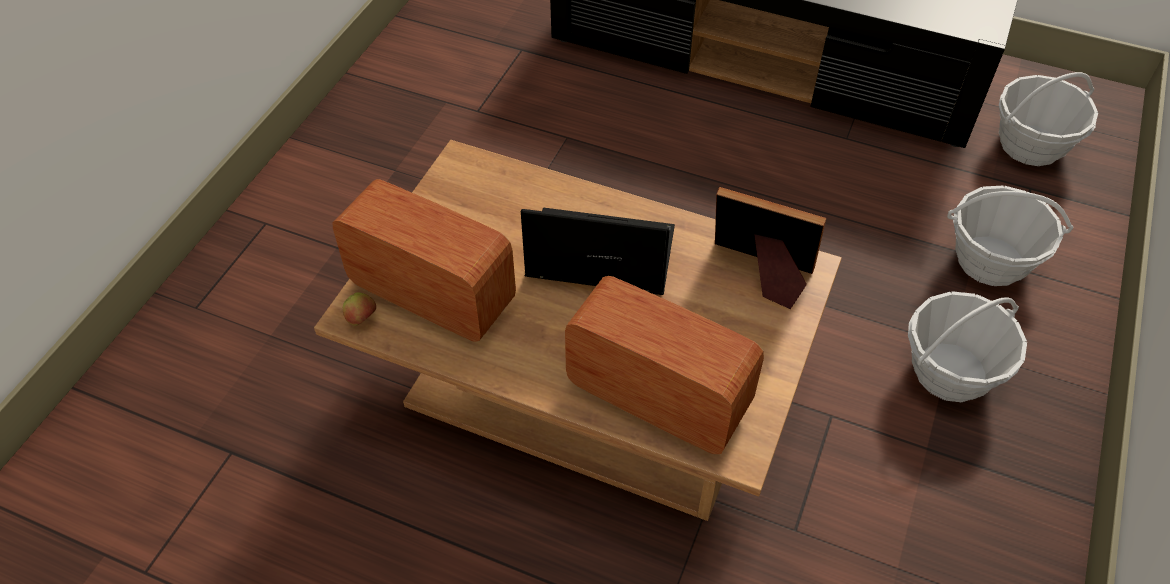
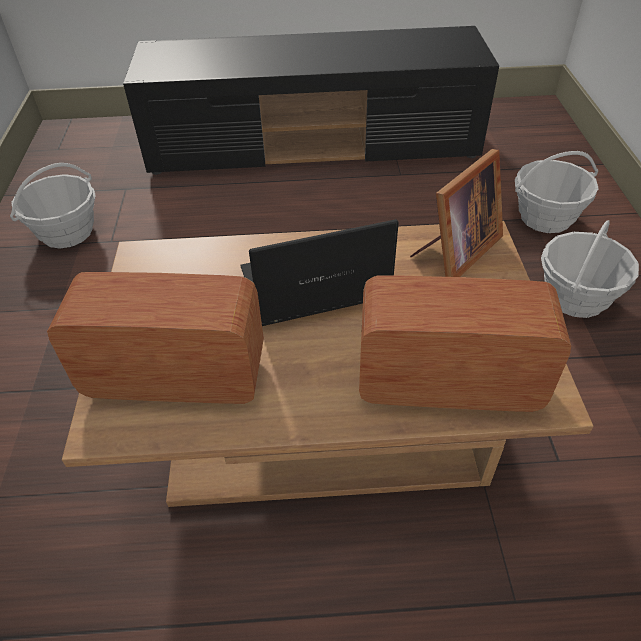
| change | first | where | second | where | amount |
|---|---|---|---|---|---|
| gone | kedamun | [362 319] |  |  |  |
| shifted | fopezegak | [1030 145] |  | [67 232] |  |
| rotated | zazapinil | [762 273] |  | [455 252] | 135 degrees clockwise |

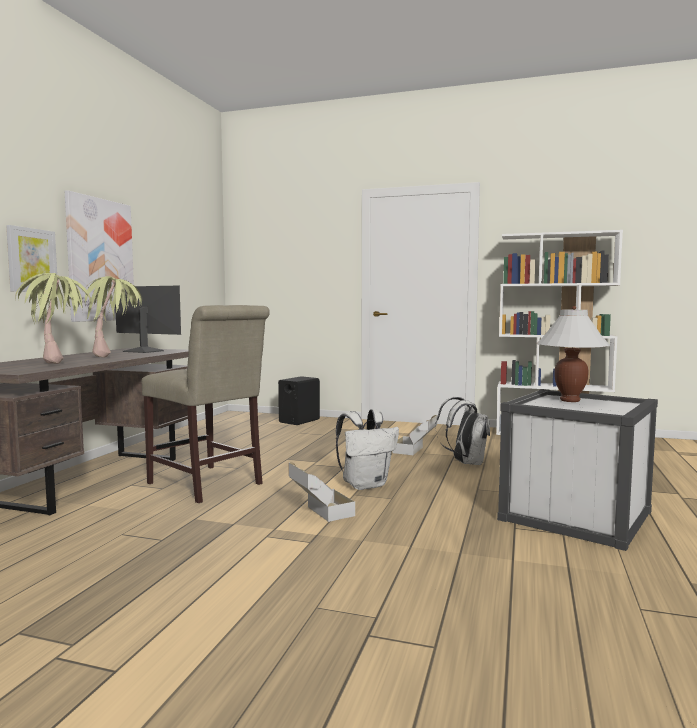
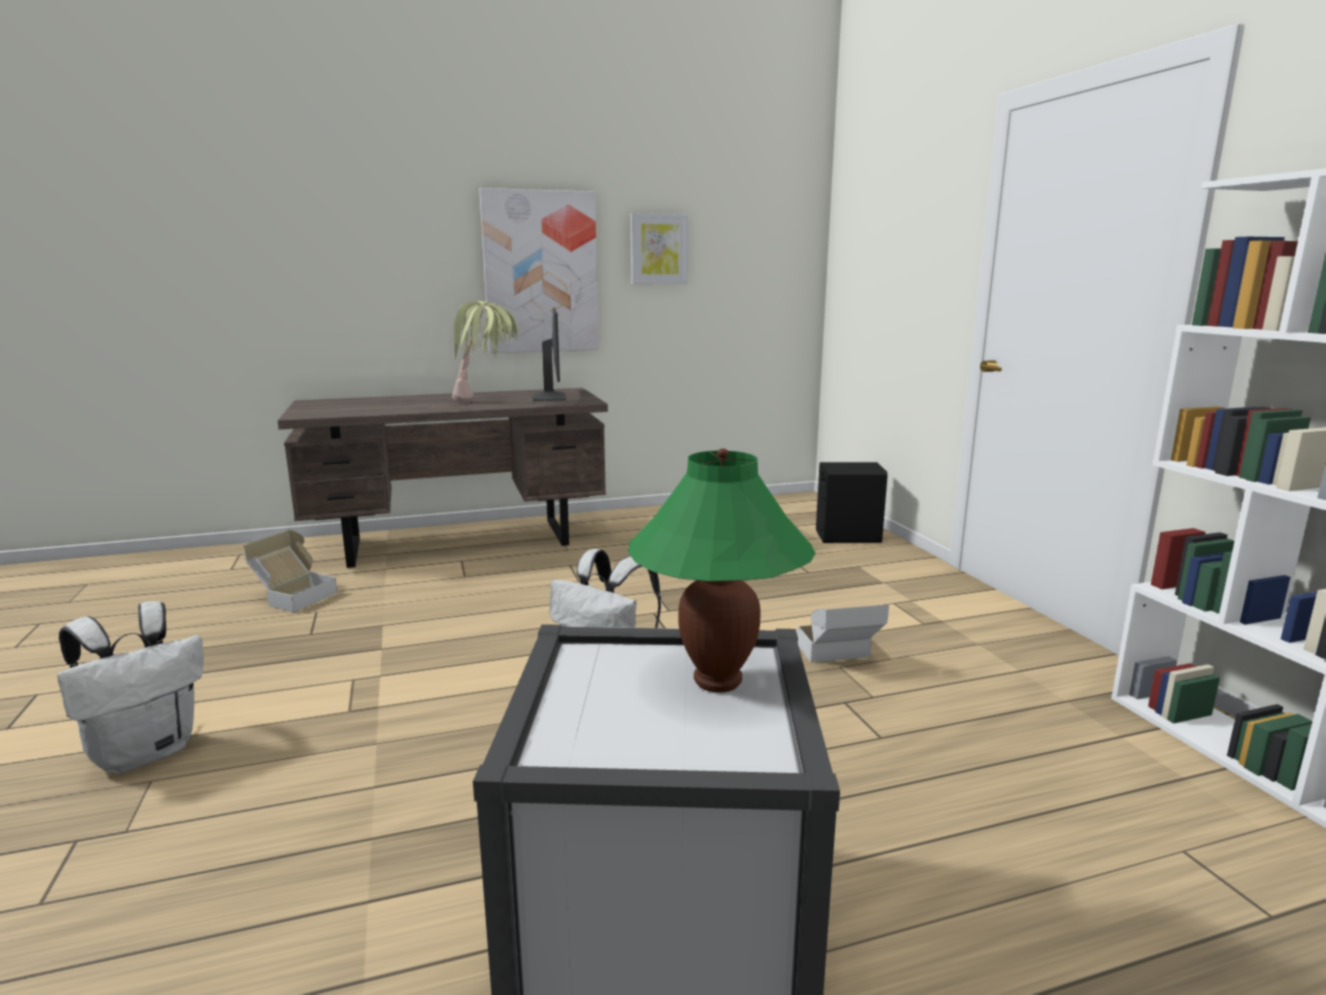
| change | first | where | second | where | amount |
|---|---|---|---|---|---|
| gone | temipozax | [59 361] |  |  |  |
| gone | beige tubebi | [208 485] |  |  |  |
| shifted | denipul | [31 260] |  | [658 249] |  |
| shifted | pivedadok | [320 514] |  | [293 597] |  |
| shifted | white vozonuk | [465 462] |  | [147 752] |  |
| repainted | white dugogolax | [570 400] | green dugogolax | [717 681] |  |

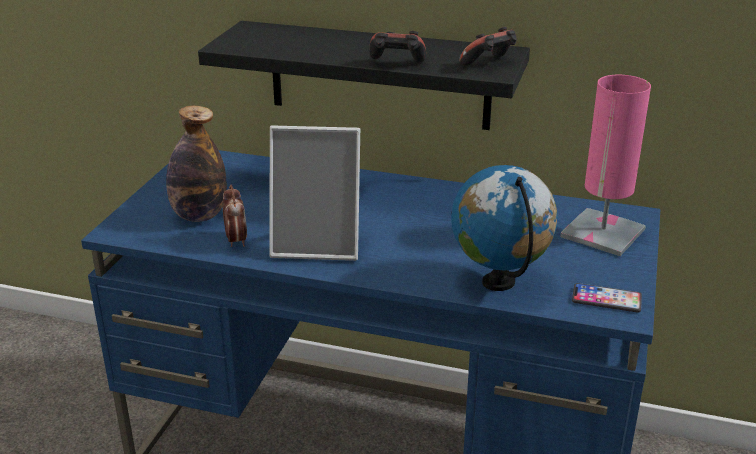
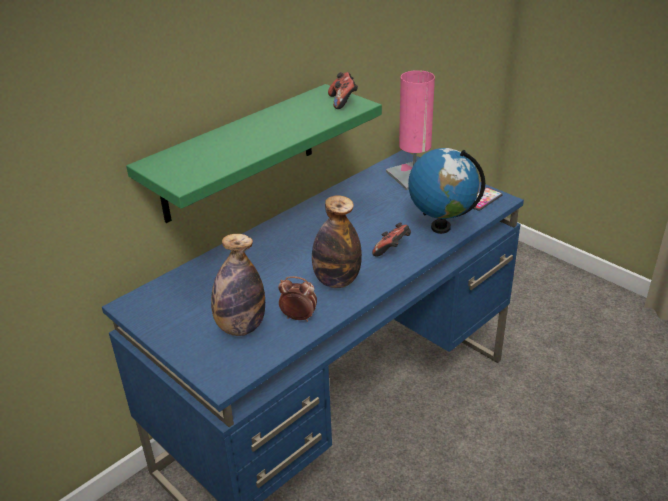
| change | first | where | second | where | amount |
|---|---|---|---|---|---|
| shifted | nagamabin | [396 64] |  | [392 250] |  |
| swapped | zazapinil | [318 244] | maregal | [337 281] |  |
| repainted | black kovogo | [379 75] | green kovogo | [239 153] |  |

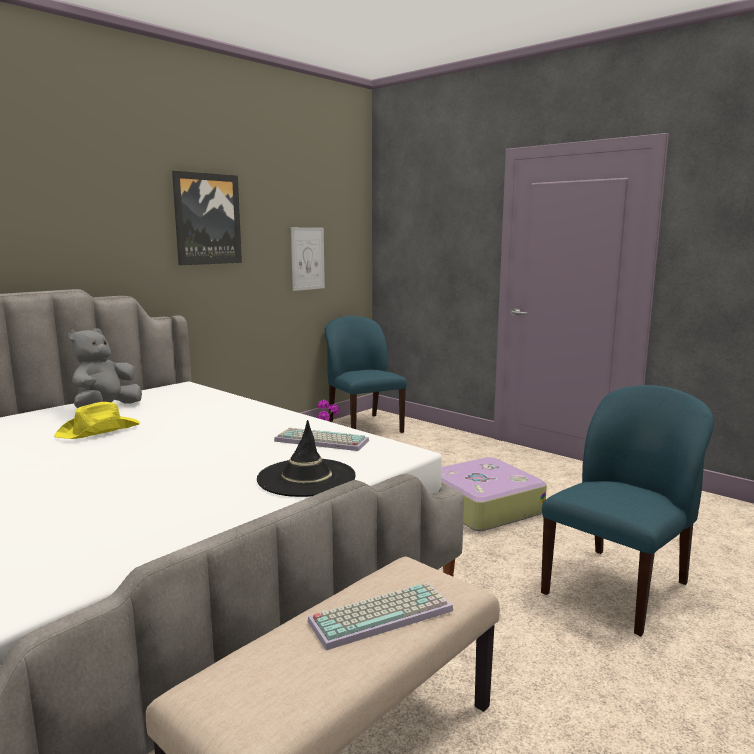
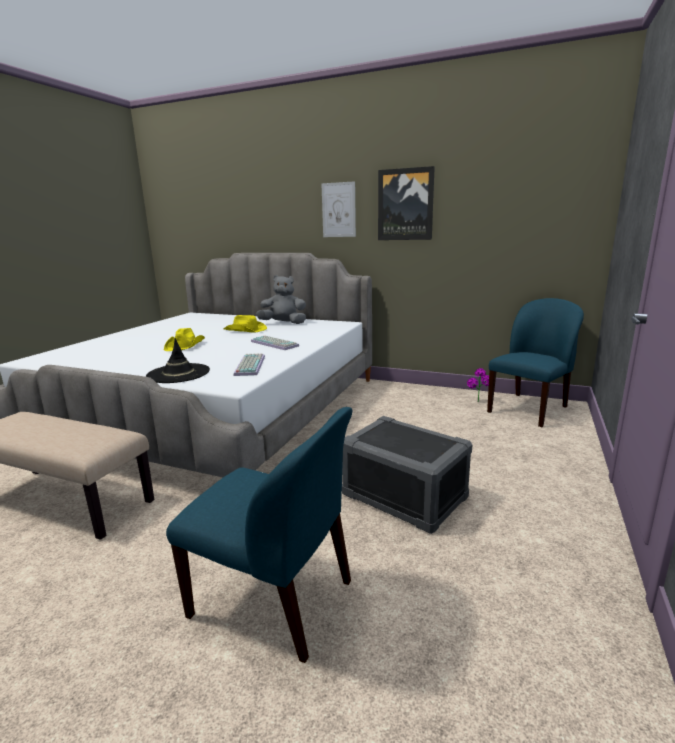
| change | first | where | second | where | amount |
|---|---|---|---|---|---|
| new |  |  | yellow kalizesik | [185 345] |  |
| shifted | denipul | [307 258] |  | [338 210] |  |
| shifted | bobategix | [381 614] |  | [275 344] |  |
| swapped | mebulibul | [482 507] | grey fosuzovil | [403 496] |  |

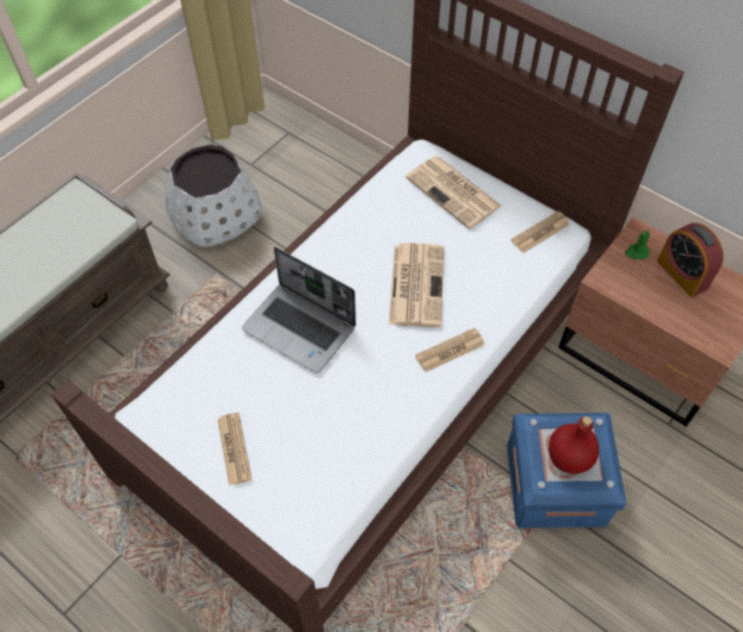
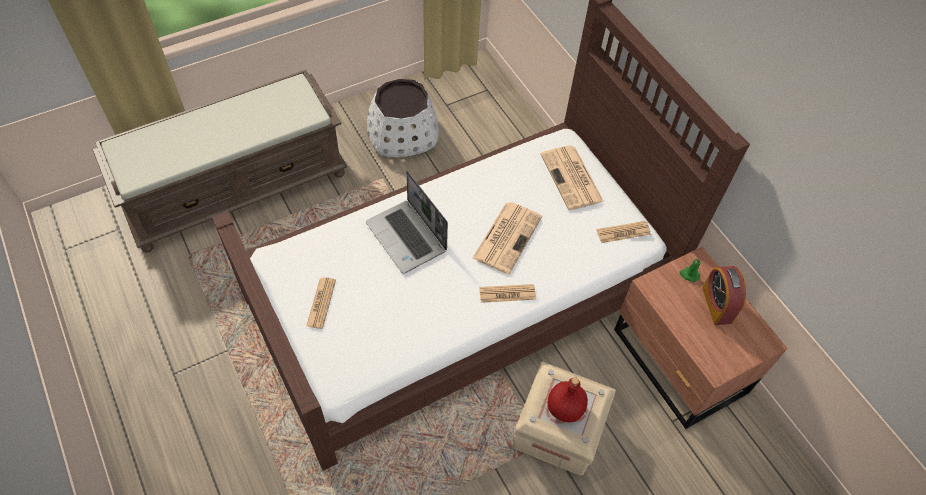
| change | first | where | second | where | amount |
|---|---|---|---|---|---|
| repainted | blue fosuzovil | [555 484] | beige fosuzovil | [558 429] |  |

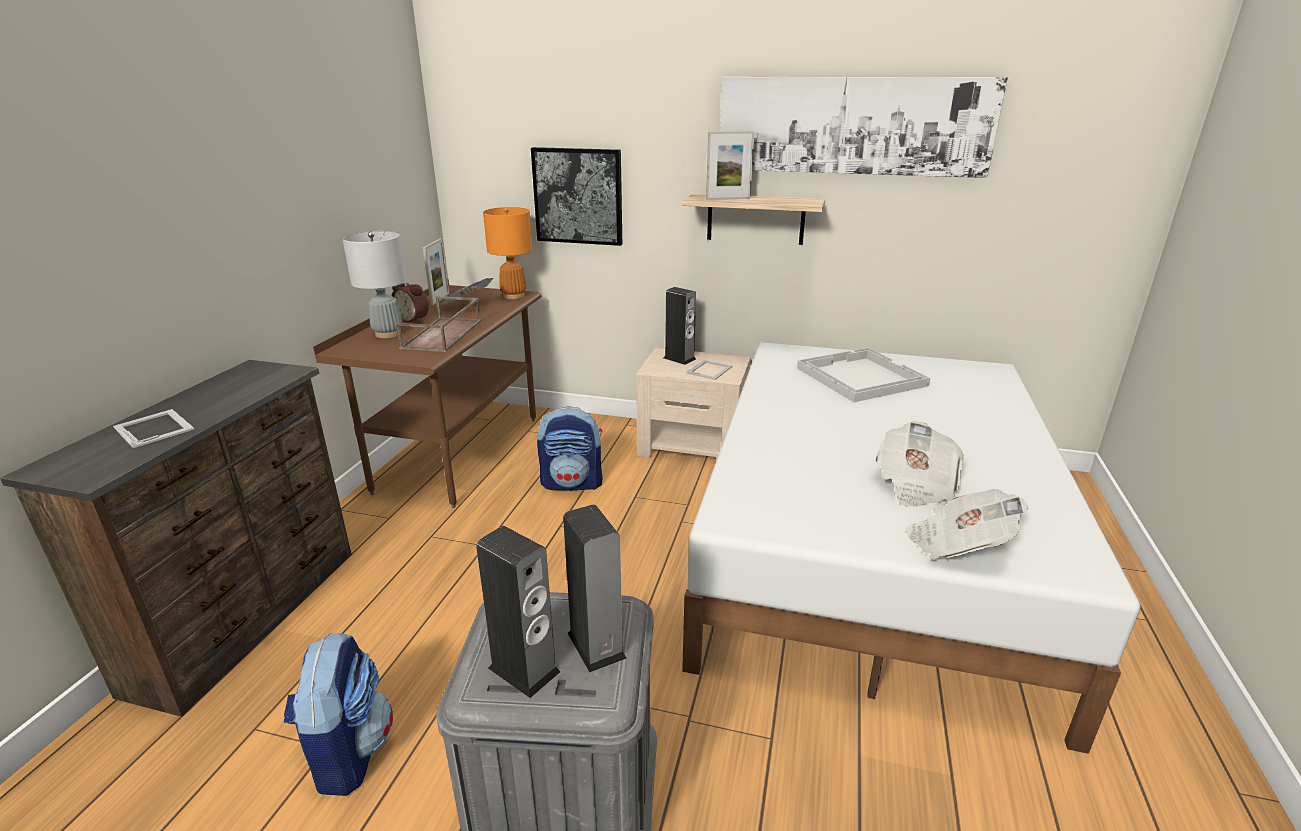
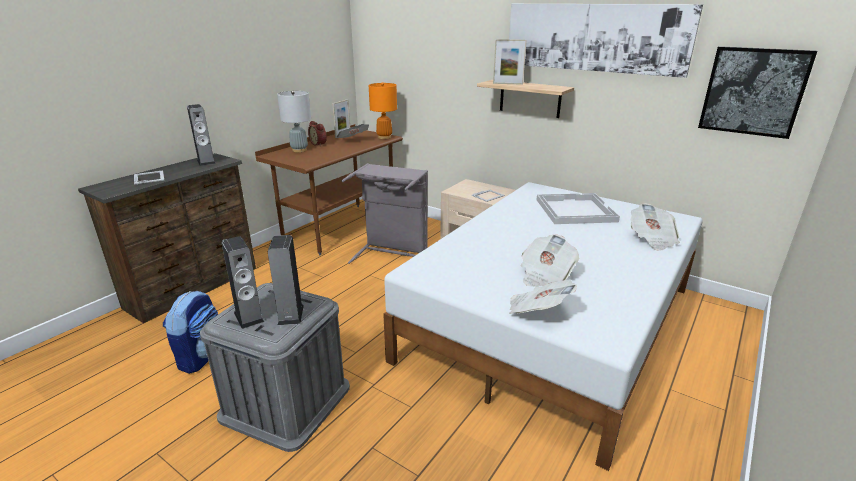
| change | first | where | second | where | amount |
|---|---|---|---|---|---|
| gone | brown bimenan | [443 335] |  |  |  |
| new |  |  | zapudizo | [652 239] |  |
| shifted | denipul | [578 196] |  | [753 91] |  |
| shifted | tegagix | [679 358] |  | [206 162] |  |
| swapped | vozonuk | [573 483] | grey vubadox | [392 254] |  |

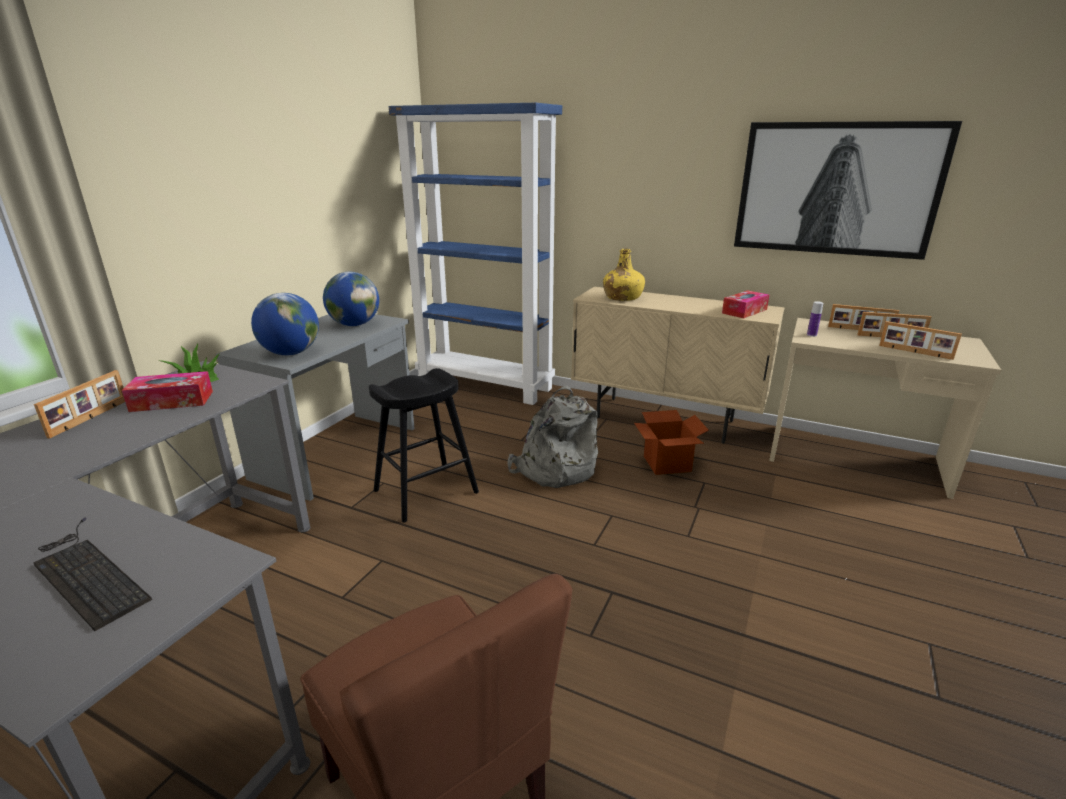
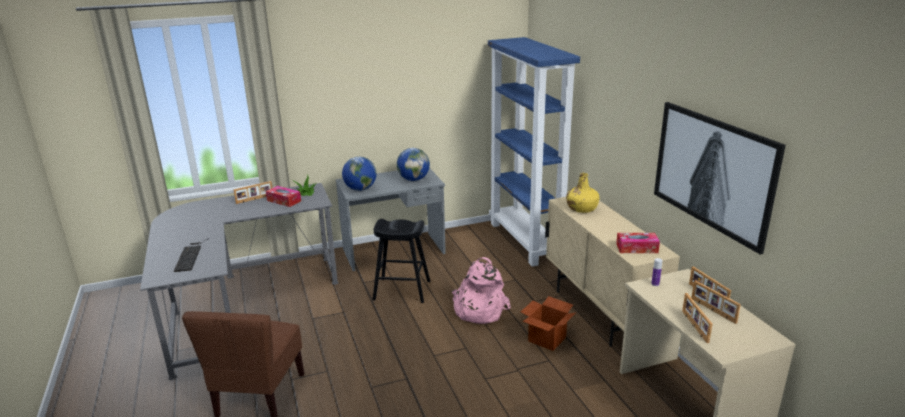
| change | first | where | second | where | amount |
|---|---|---|---|---|---|
| repainted | grey vozonuk | [554 469] | pink vozonuk | [478 310] |  |

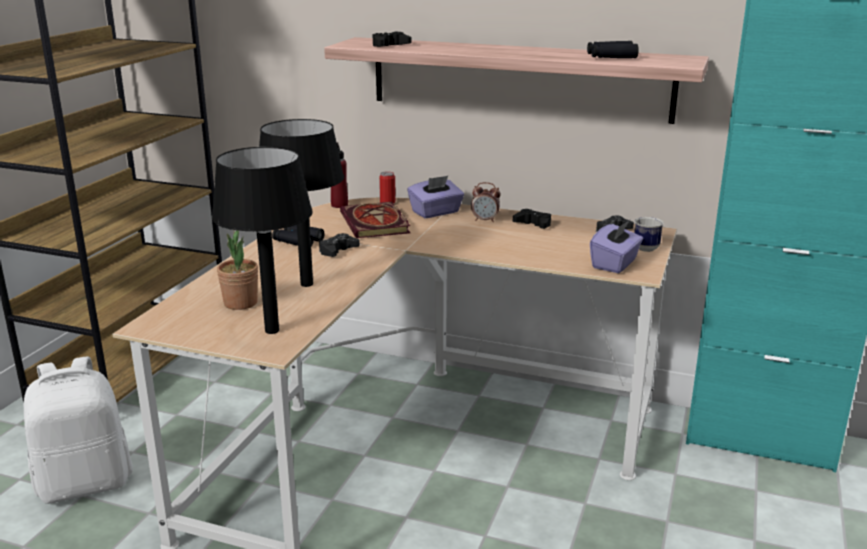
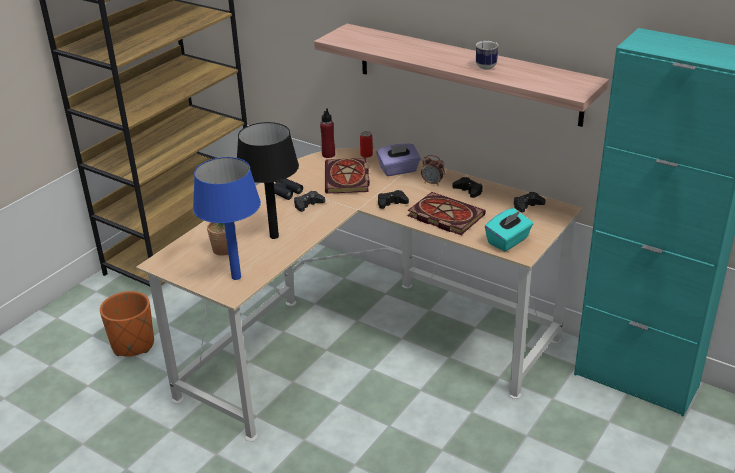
| change | first | where | second | where | amount |
|---|---|---|---|---|---|
| gone | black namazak | [611 56] |  |  |  |
| new |  |  | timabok | [443 216] |  |
| shifted | black nagamabin | [390 45] |  | [391 203] |  |
| shifted | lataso | [646 247] |  | [487 65] |  |
| swapped | white vozonuk | [85 483] | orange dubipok | [133 344] |  |
| repainted | black dugogolax | [272 331] | blue dugogolax | [236 277] |  |
| repainted | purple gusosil | [615 264] | turquoise gusosil | [508 241] |  |

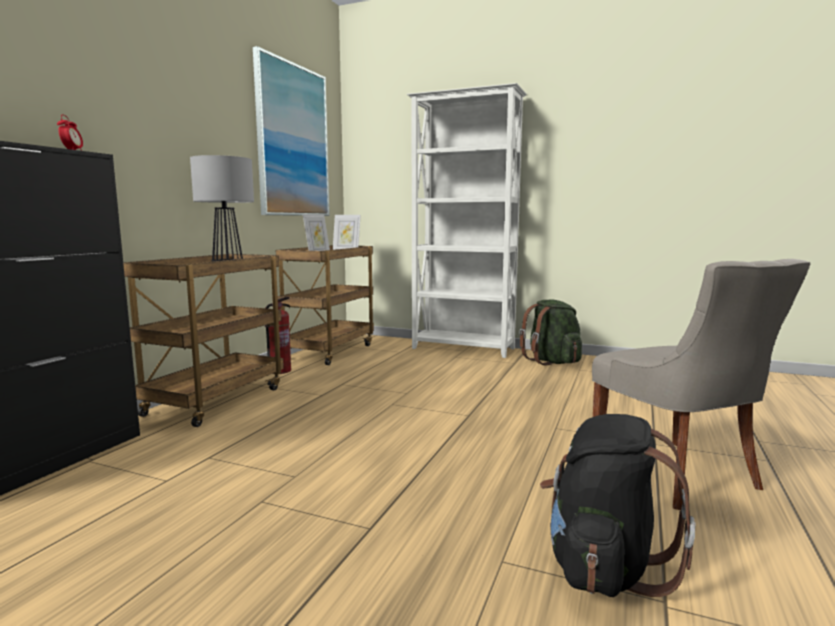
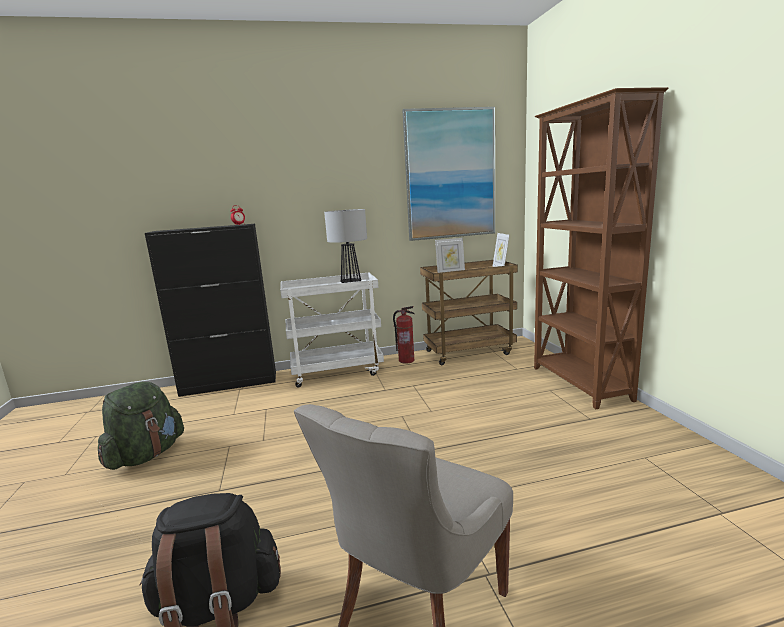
| change | first | where | second | where | amount |
|---|---|---|---|---|---|
| shifted | green vozonuk | [552 362] |  | [146 455] |  |
| repainted | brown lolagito | [216 400] | white lolagito | [337 371] |  |
| repainted | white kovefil | [463 349] | brown kovefil | [579 384] |  |

